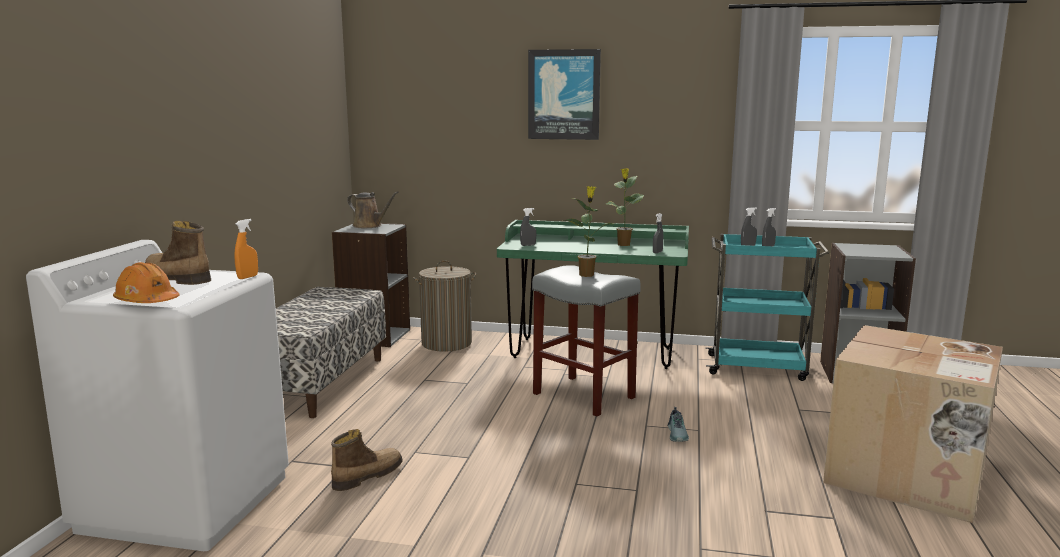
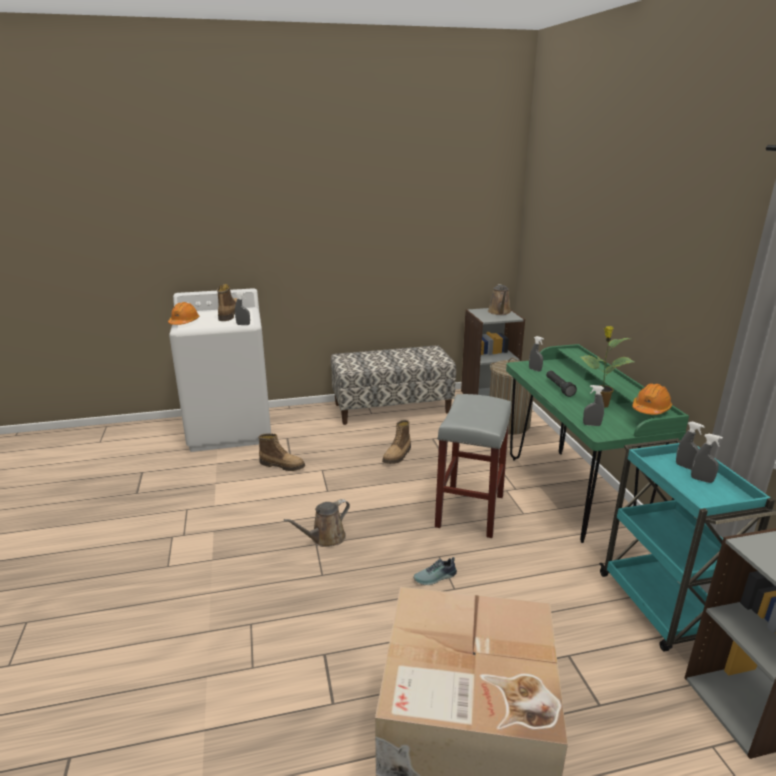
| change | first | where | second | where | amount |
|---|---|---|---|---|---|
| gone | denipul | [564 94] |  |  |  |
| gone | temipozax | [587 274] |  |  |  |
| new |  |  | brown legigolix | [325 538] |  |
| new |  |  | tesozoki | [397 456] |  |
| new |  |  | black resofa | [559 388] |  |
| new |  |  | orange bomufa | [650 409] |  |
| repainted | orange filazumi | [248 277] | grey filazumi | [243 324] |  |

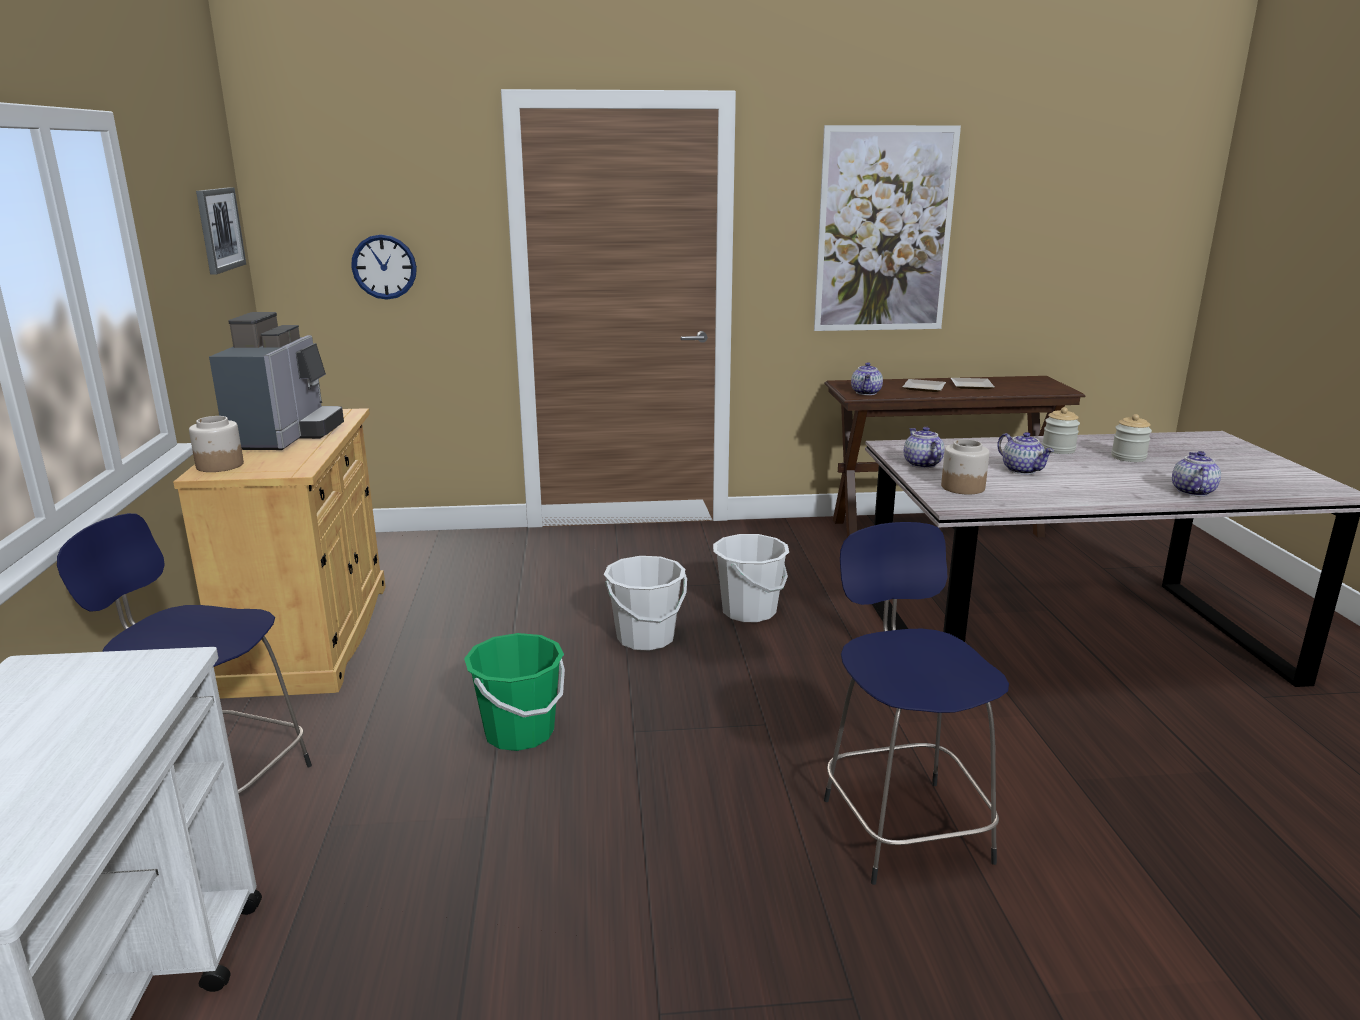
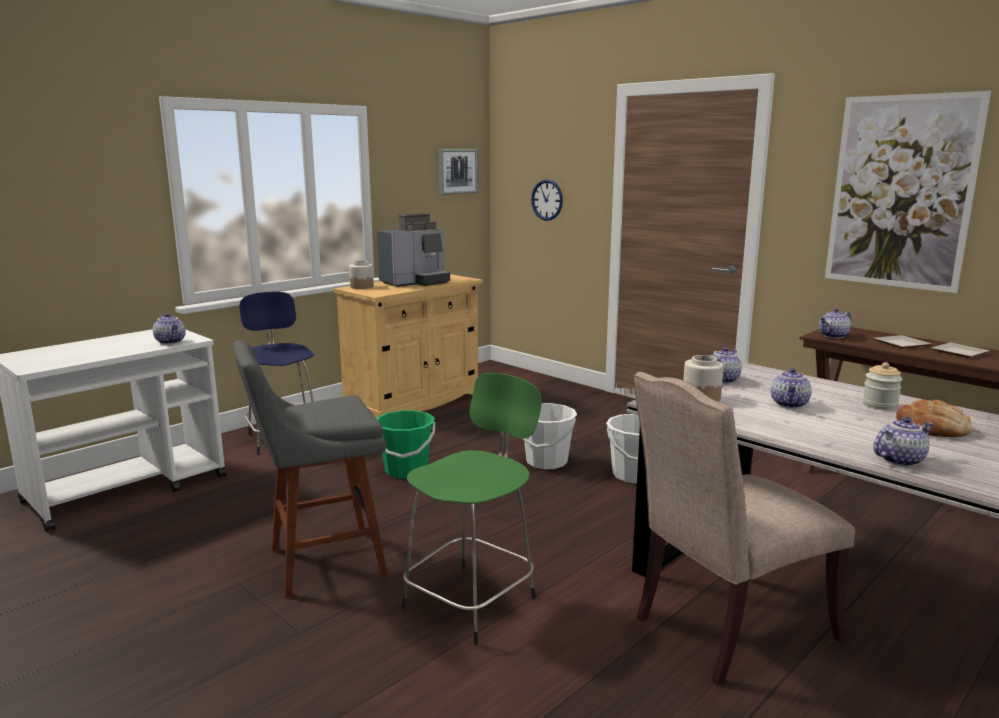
| change | first | where | second | where | amount |
|---|---|---|---|---|---|
| new |  |  | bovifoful | [171 341] |  |
| new |  |  | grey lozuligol | [320 563] |  |
| new |  |  | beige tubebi | [726 629] |  |
| swapped | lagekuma | [1128 457] | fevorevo | [933 427] |  |
| repainted | blue lozuligol | [903 825] | green lozuligol | [473 600] |  |

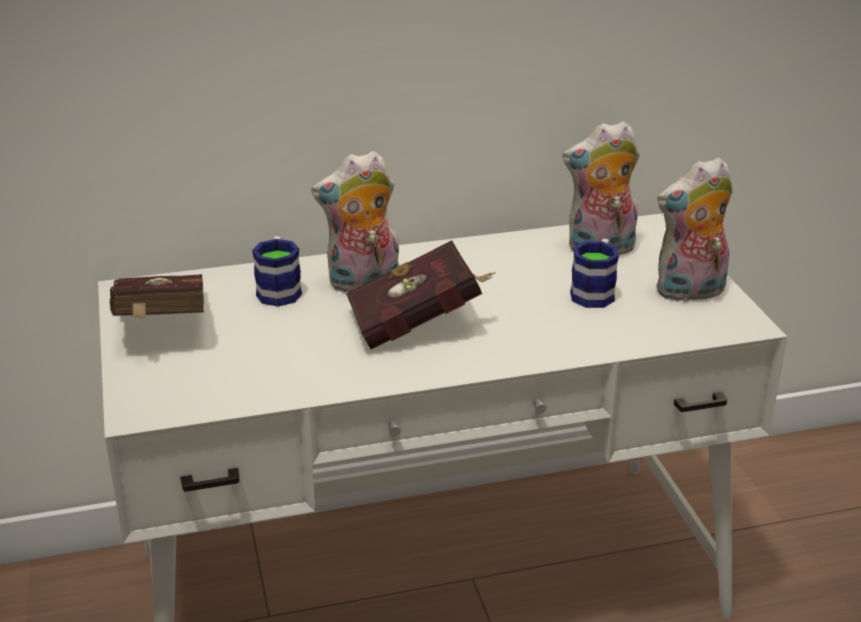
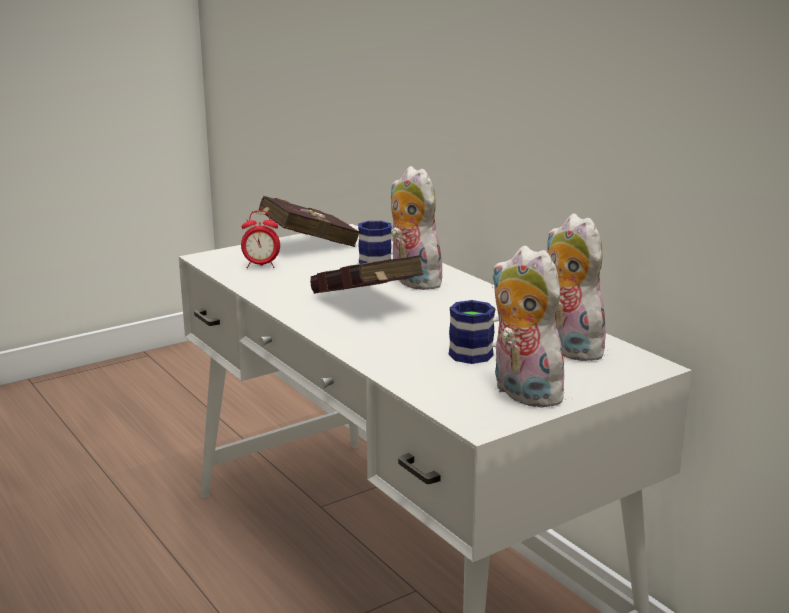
| change | first | where | second | where | amount |
|---|---|---|---|---|---|
| new |  |  | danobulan | [261 266] |  |

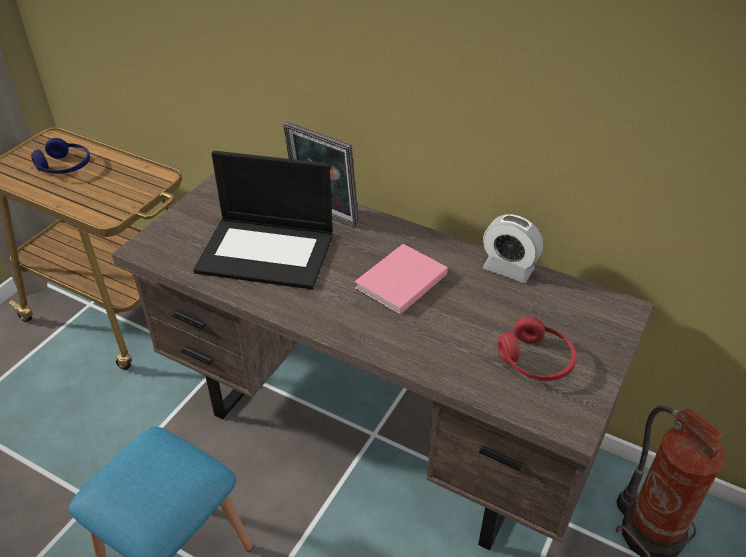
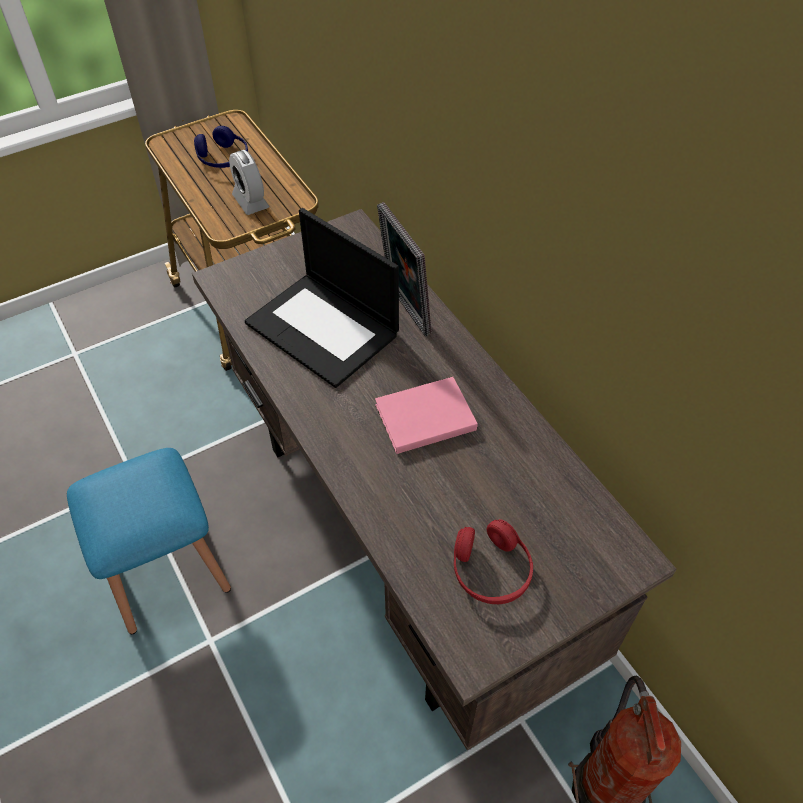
| change | first | where | second | where | amount |
|---|---|---|---|---|---|
| shifted | danobulan | [508 269] |  | [250 201] |  |

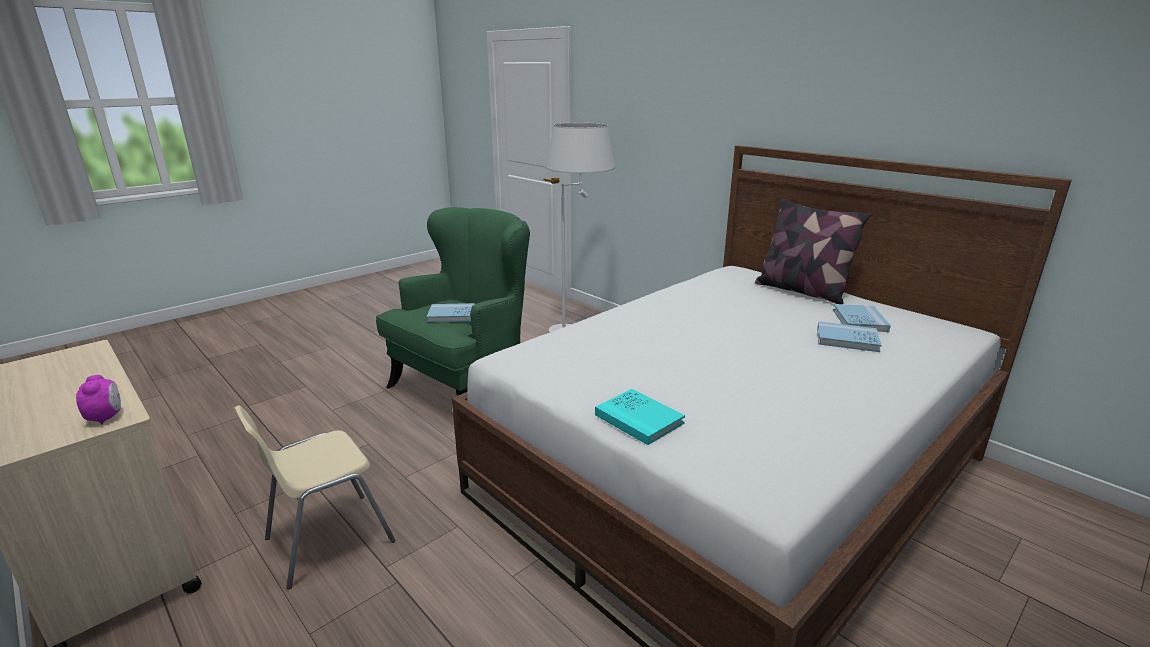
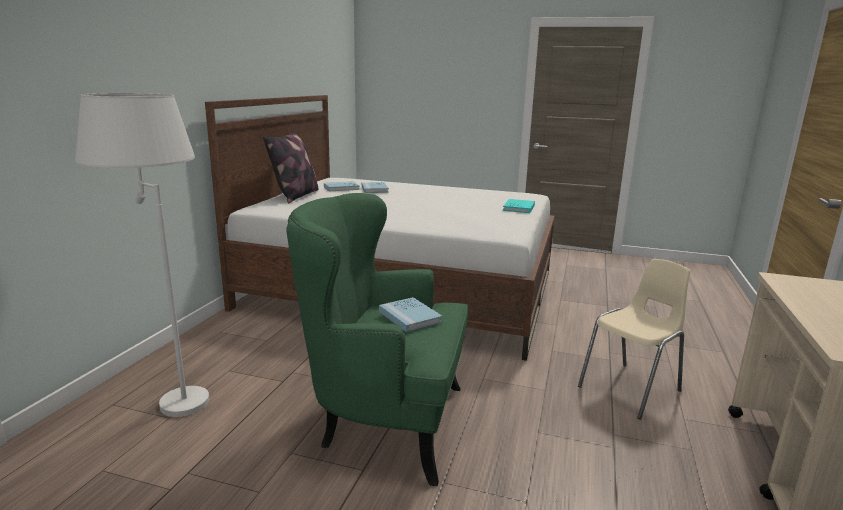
| change | first | where | second | where | amount |
|---|---|---|---|---|---|
| gone | danobulan | [106 417] |  |  |  |
| rotated | beige tubebi | [328 539] |  | [631 389] | 60 degrees counterclockwise |

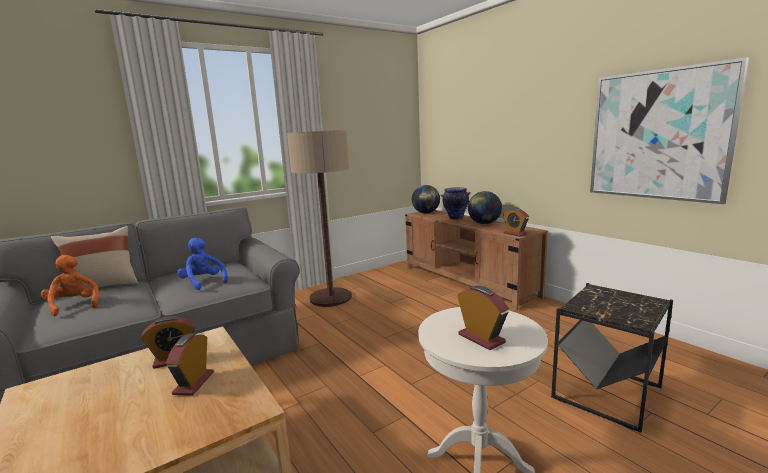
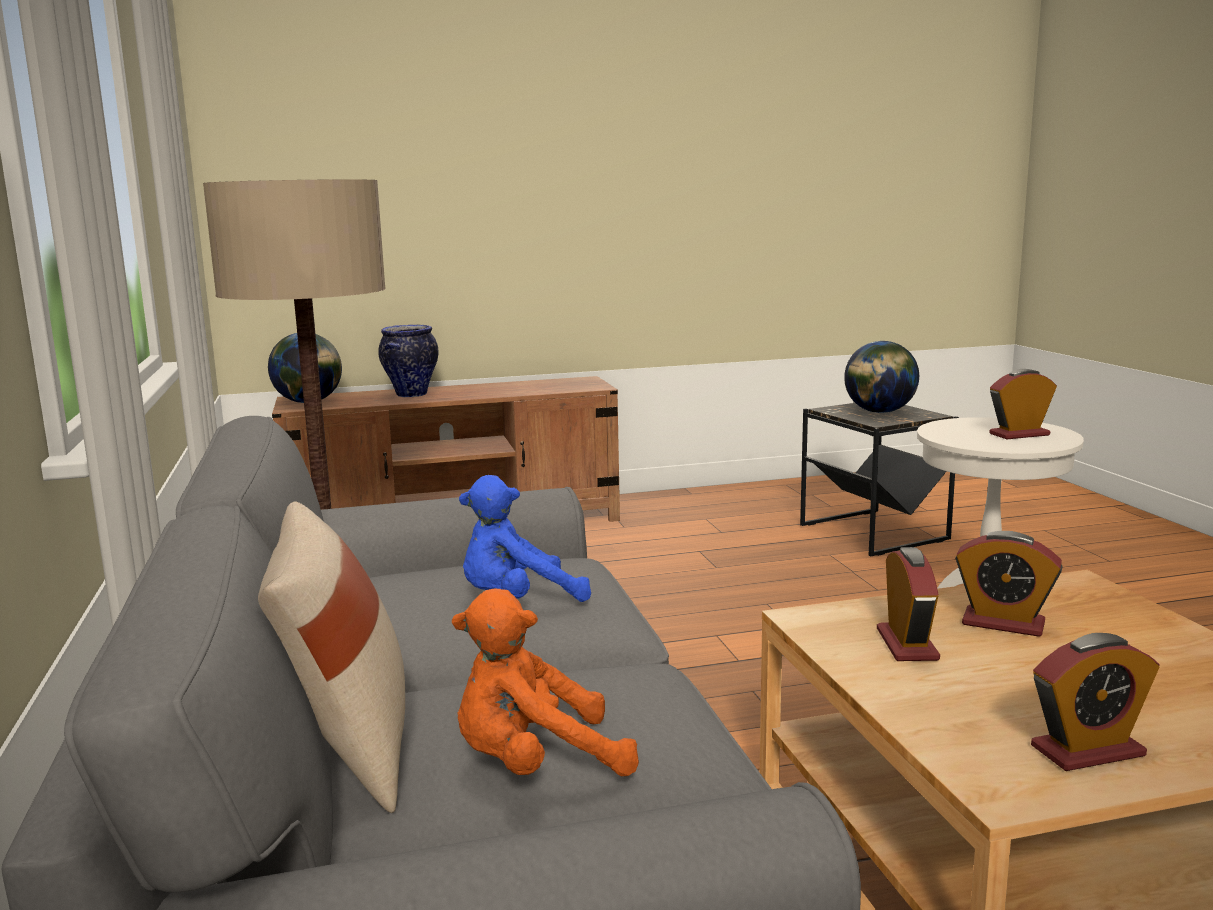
| change | first | where | second | where | amount |
|---|---|---|---|---|---|
| gone | denipul | [658 135] |  |  |  |
| shifted | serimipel | [484 223] |  | [879 412] |  |
| shifted | danobulan | [515 234] |  | [1087 751] |  |

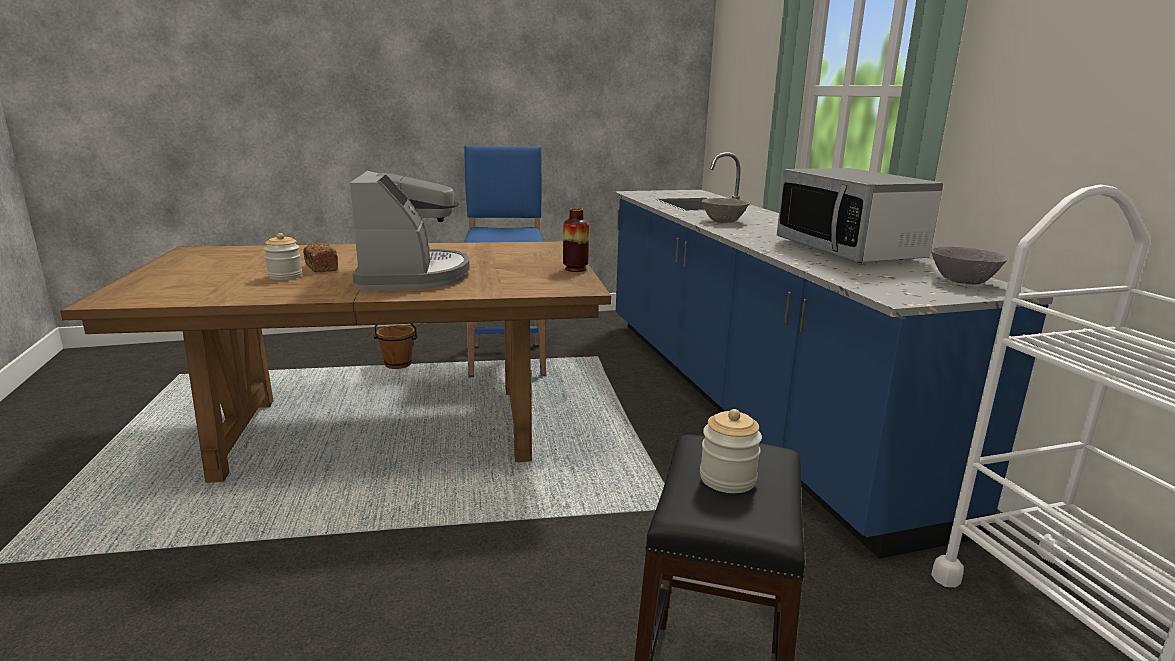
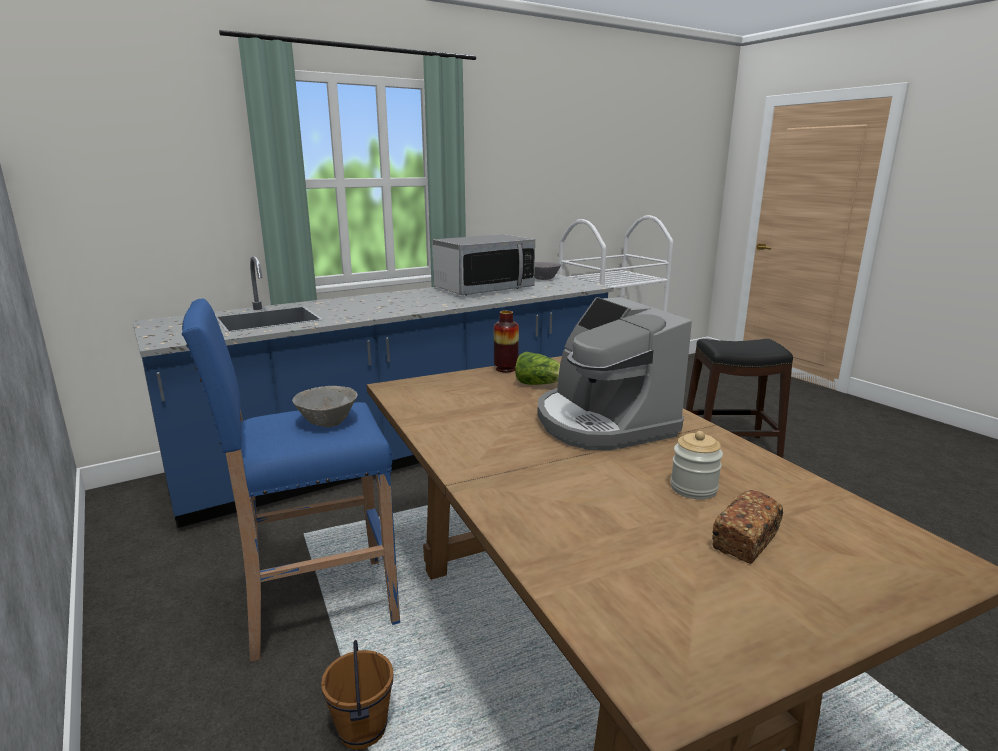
| change | first | where | second | where | amount |
|---|---|---|---|---|---|
| gone | lagekuma | [727 479] |  |  |  |
| new |  |  | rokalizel | [540 384] |  |
| shifted | fevorevo | [321 267] |  | [745 540] |  |
| shifted | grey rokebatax | [724 221] |  | [328 422] |  |
| rotated | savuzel | [412 275] |  | [602 422] | 90 degrees counterclockwise |

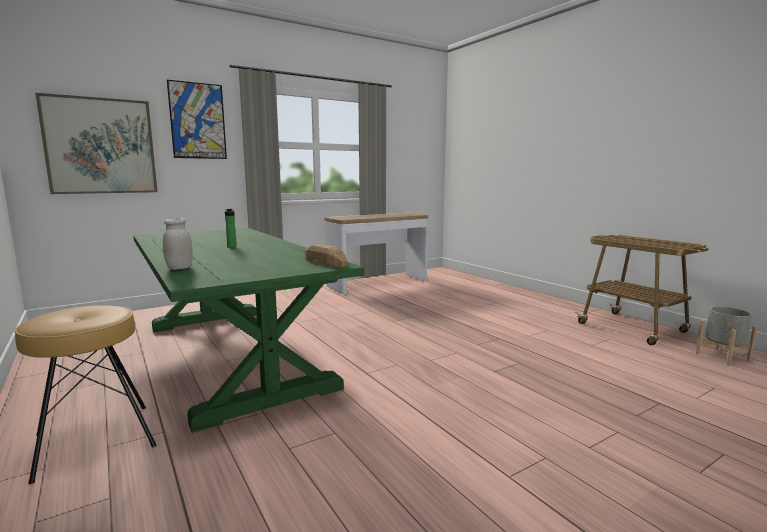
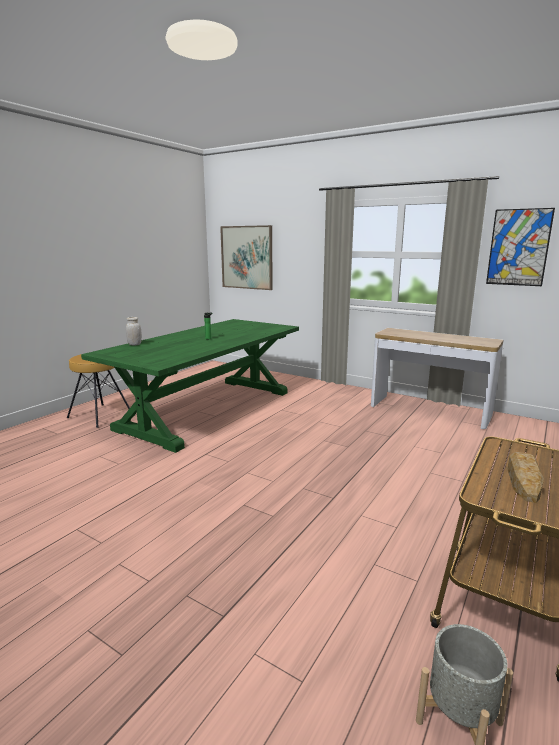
| change | first | where | second | where | amount |
|---|---|---|---|---|---|
| shifted | denipul | [198 121] |  | [518 247] |  |
| shifted | fevorevo | [325 262] |  | [523 481] |  |

